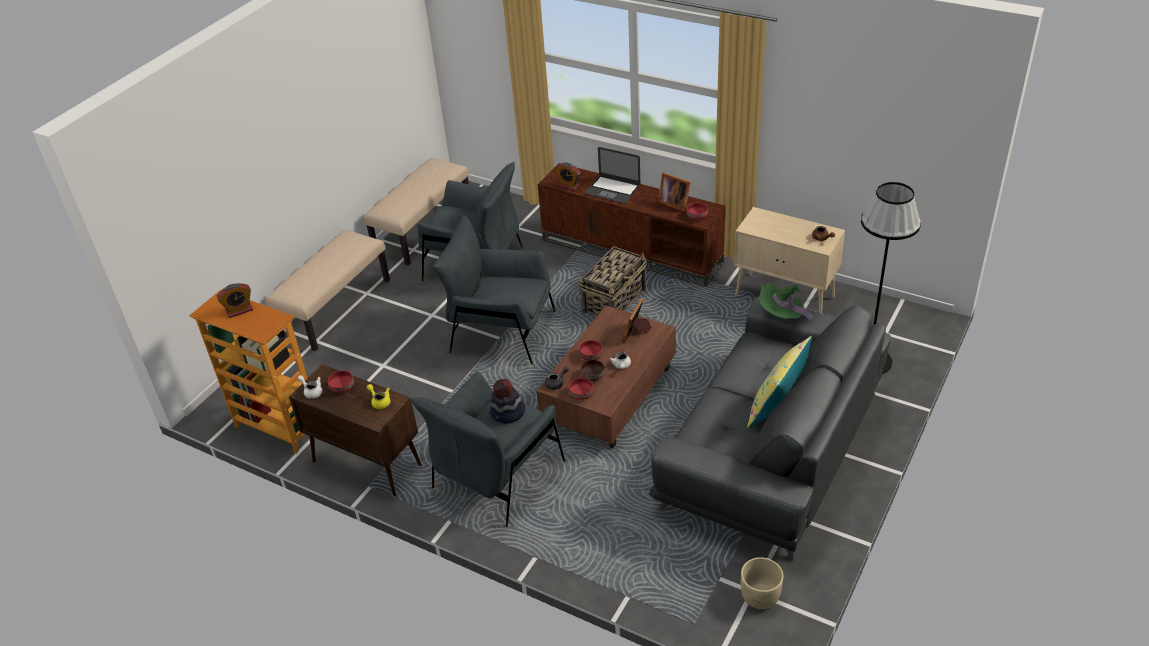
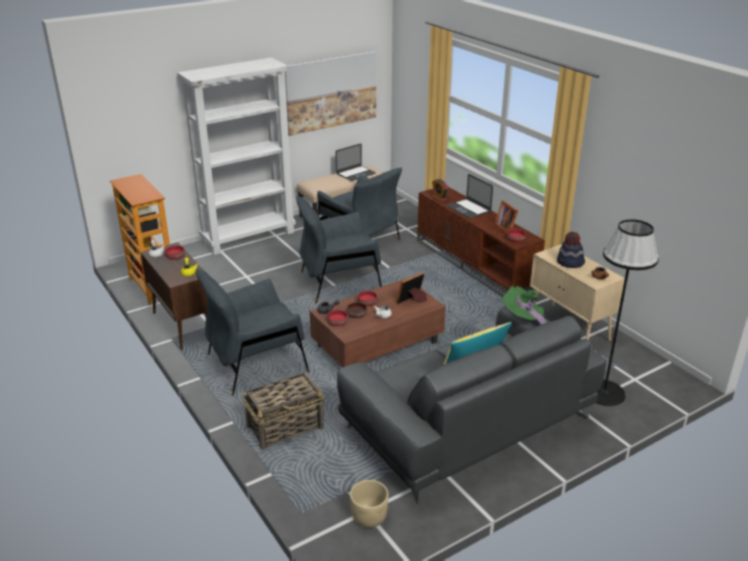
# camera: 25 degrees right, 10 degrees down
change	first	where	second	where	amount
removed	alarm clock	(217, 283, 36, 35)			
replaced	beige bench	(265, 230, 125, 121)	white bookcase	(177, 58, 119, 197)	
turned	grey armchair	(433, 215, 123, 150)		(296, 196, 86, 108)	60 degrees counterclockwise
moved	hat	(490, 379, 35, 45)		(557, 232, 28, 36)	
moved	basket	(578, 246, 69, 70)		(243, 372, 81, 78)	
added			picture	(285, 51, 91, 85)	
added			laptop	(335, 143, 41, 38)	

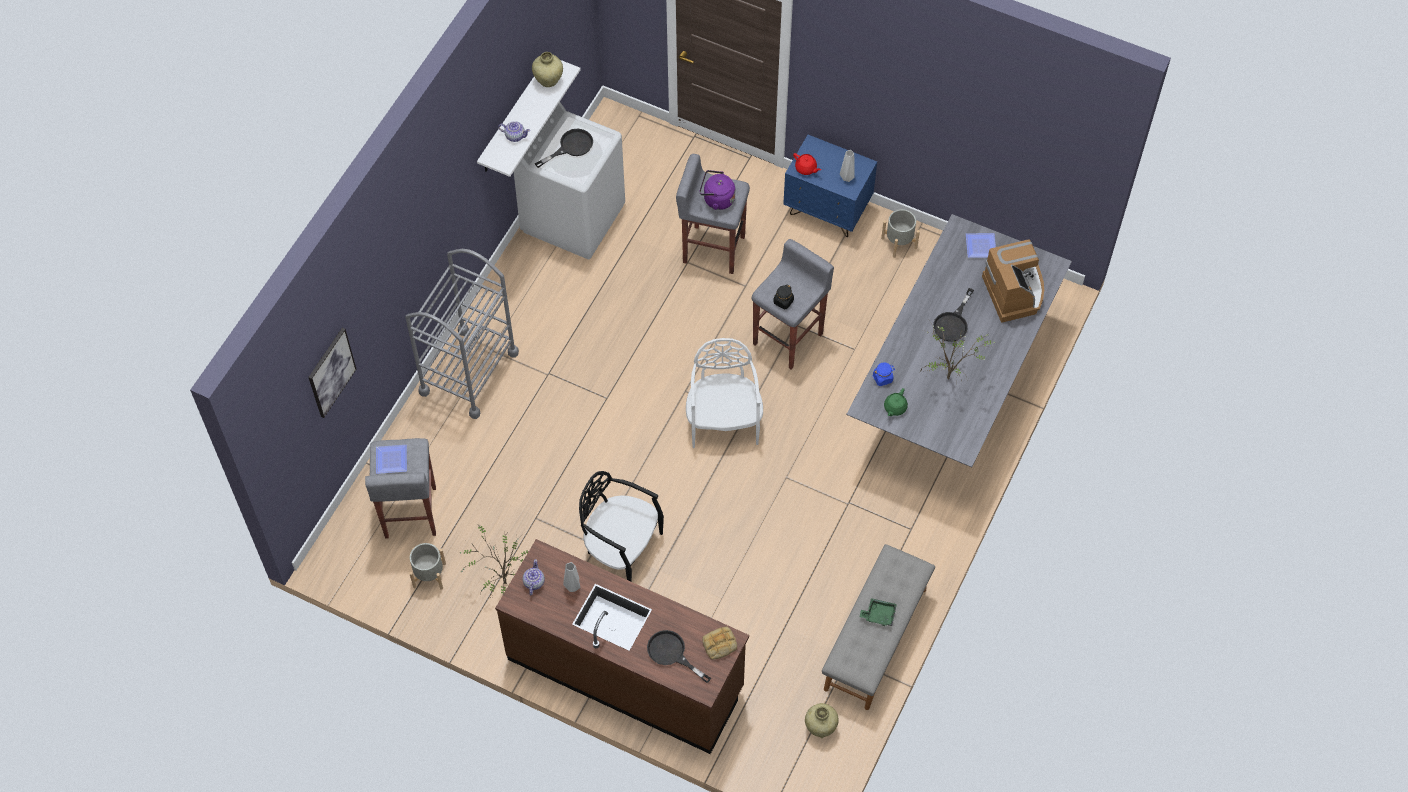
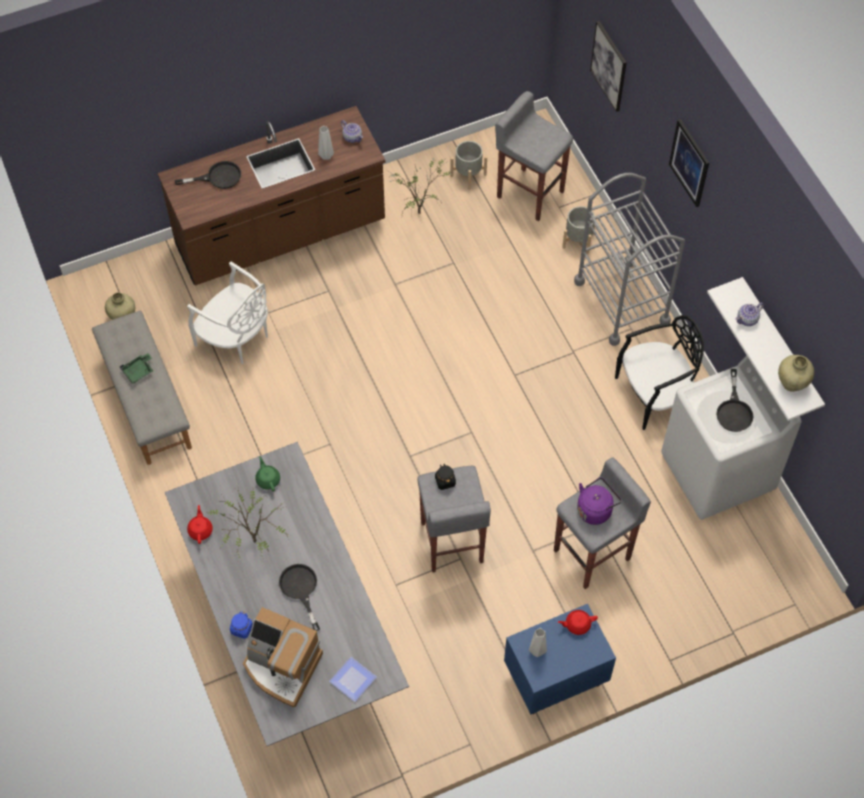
# camera: 130 degrees right, 0 degrees up
change	first	where	second	where	amount
removed	plate	(376, 445, 31, 29)			
moved	black chair	(579, 471, 85, 111)		(615, 315, 89, 115)	
moved	white chair	(686, 338, 77, 110)		(187, 262, 81, 102)	
removed	bread	(702, 627, 35, 33)			
moved	blue jar	(873, 362, 21, 24)		(230, 612, 23, 27)	
moved	grey planter	(881, 209, 39, 49)		(562, 206, 34, 48)	
added			red teapot	(187, 505, 26, 39)	
added			picture	(669, 119, 40, 88)	

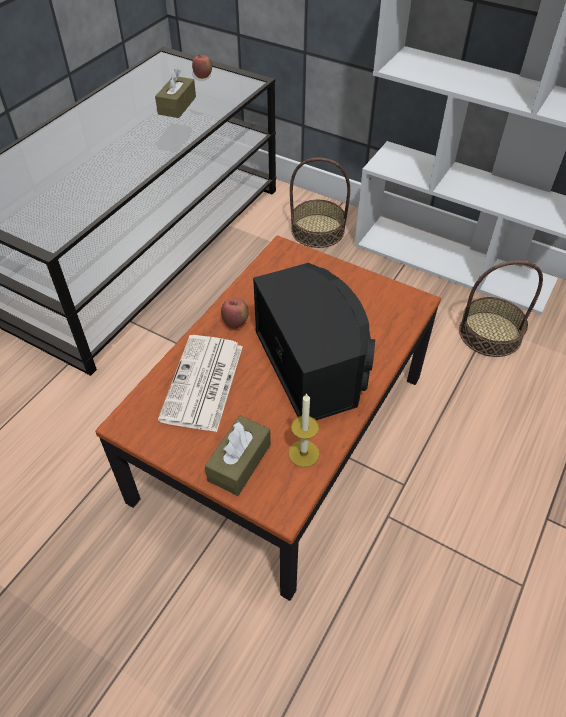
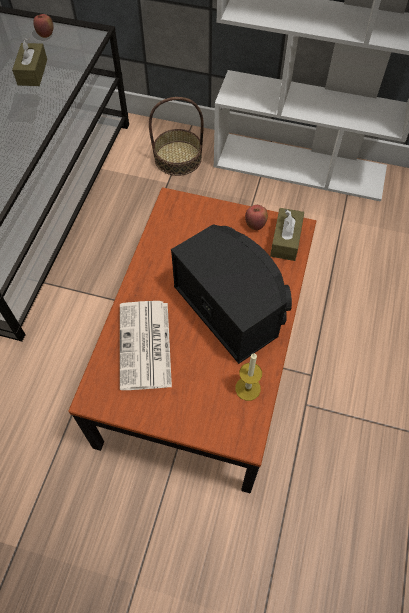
# camera: 15 degrees left, 10 degrees up
change	first	where	second	where	amount
moved	brown tissue box	(205, 416, 66, 80)		(270, 208, 34, 53)	
moved	apple	(221, 298, 27, 31)		(245, 205, 23, 25)	
removed	basket	(459, 260, 84, 97)			

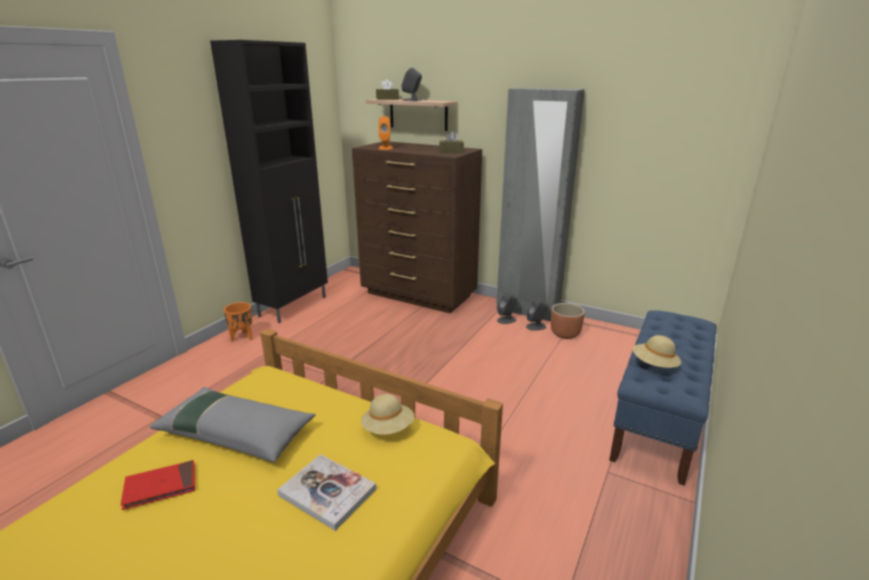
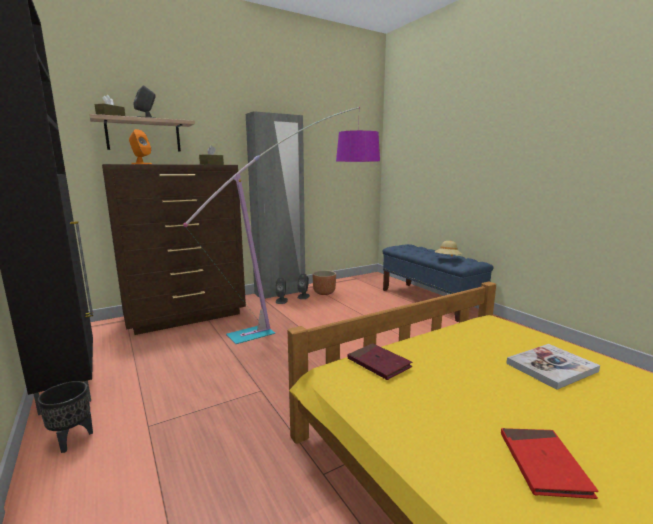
# camera: 60 degrees left, 10 degrees down
change	first	where	second	where	amount
removed	grey pillow	(150, 387, 166, 75)			
recoloured	orange planter	(224, 302, 29, 40)	black planter	(37, 381, 56, 72)	
removed	beige hat	(361, 394, 53, 41)			
added			floor lamp	(183, 107, 197, 237)	
added			red book	(348, 343, 64, 37)	

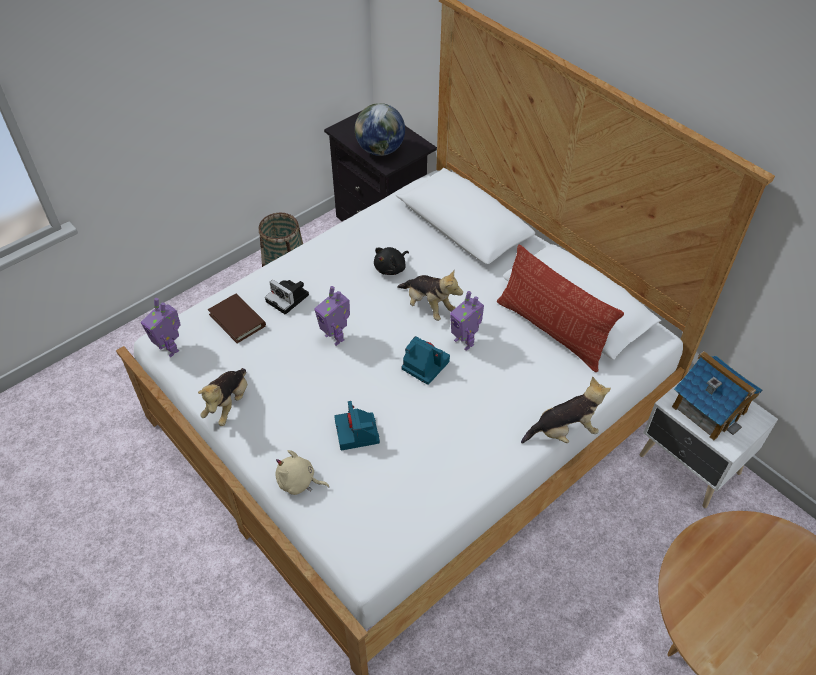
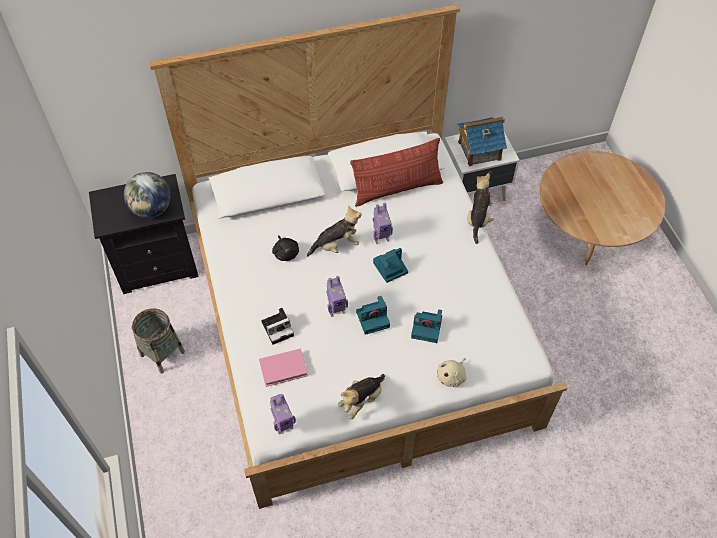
# camera: 65 degrees left, 5 degrees up
change	first	where	second	where	amount
turned	plush toy	(198, 368, 49, 58)		(338, 374, 47, 45)	90 degrees clockwise
recoloured	brown book	(208, 294, 58, 49)	pink book	(259, 349, 49, 38)	
added			photo camera	(356, 296, 34, 39)	

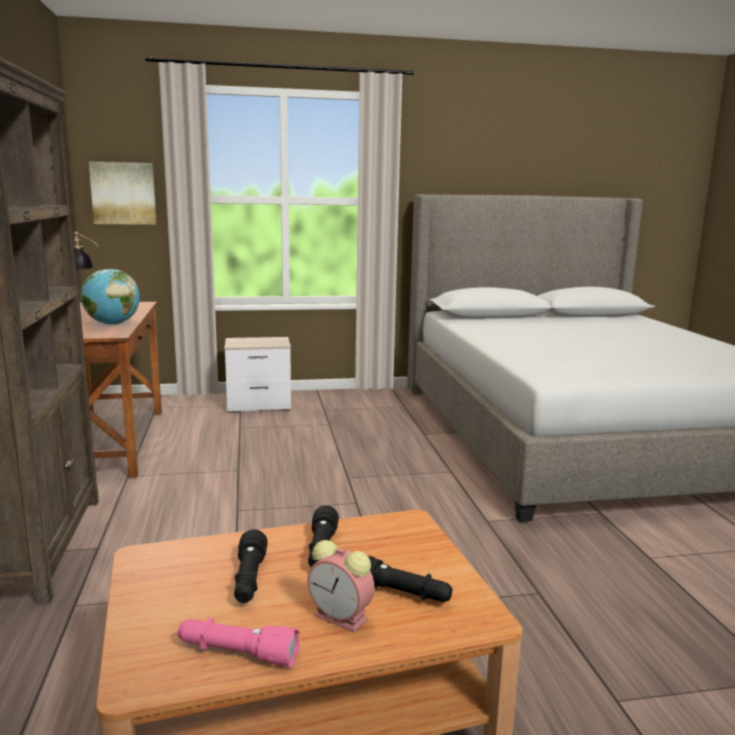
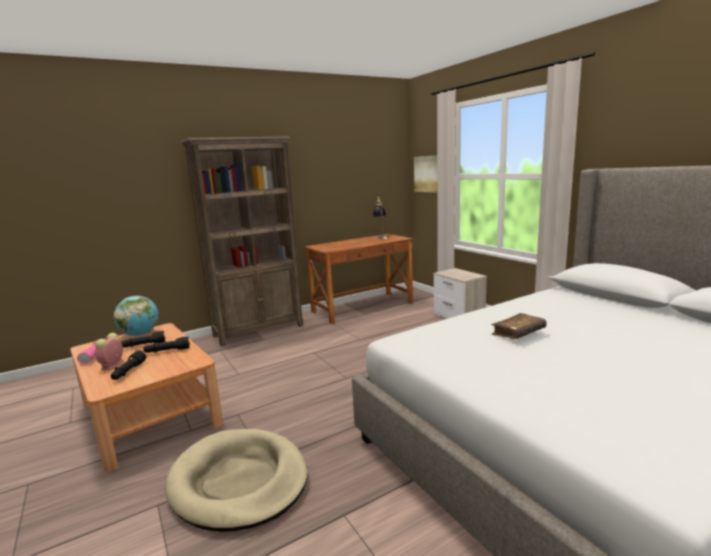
# camera: 70 degrees right, 0 degrees up
change	first	where	second	where	amount
moved	globe	(81, 269, 59, 56)		(114, 296, 45, 40)	
added			beige dog bed	(165, 429, 143, 103)	
added			brown book	(491, 313, 55, 26)	

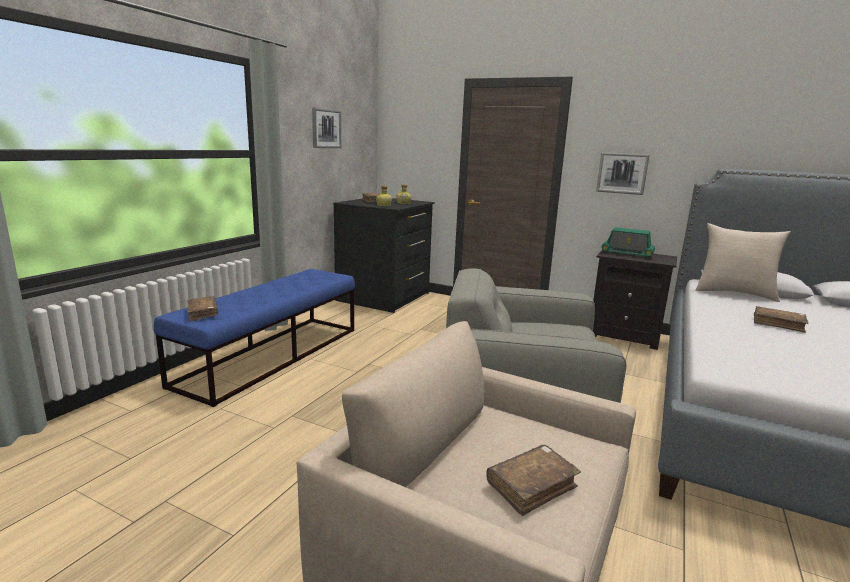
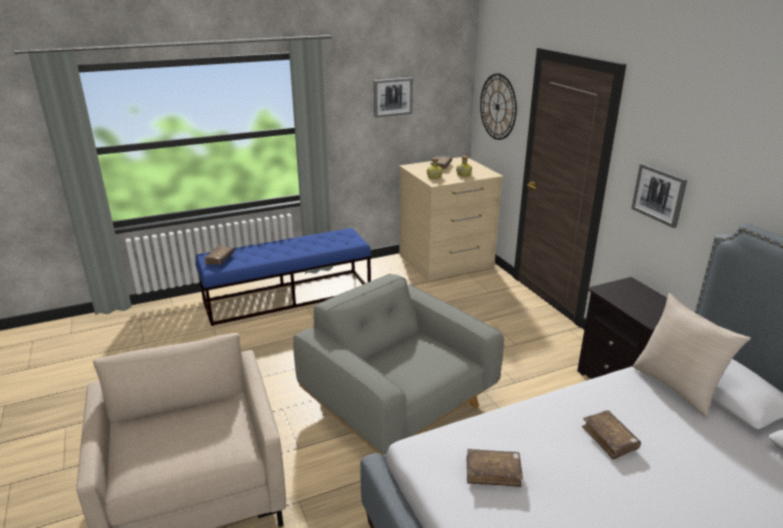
# camera: 40 degrees right, 10 degrees up
change	first	where	second	where	amount
recoloured	black dresser	(333, 198, 102, 115)	beige dresser	(399, 157, 105, 125)	
moved	brown book	(486, 445, 95, 71)		(466, 449, 57, 38)	
removed	radio	(601, 227, 54, 31)			
added			wall clock	(480, 73, 37, 67)	

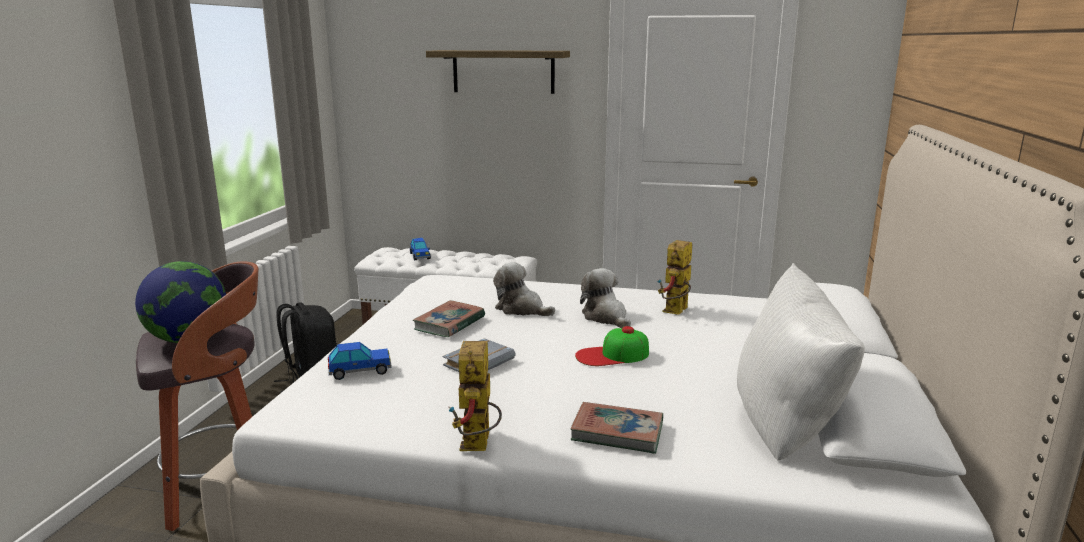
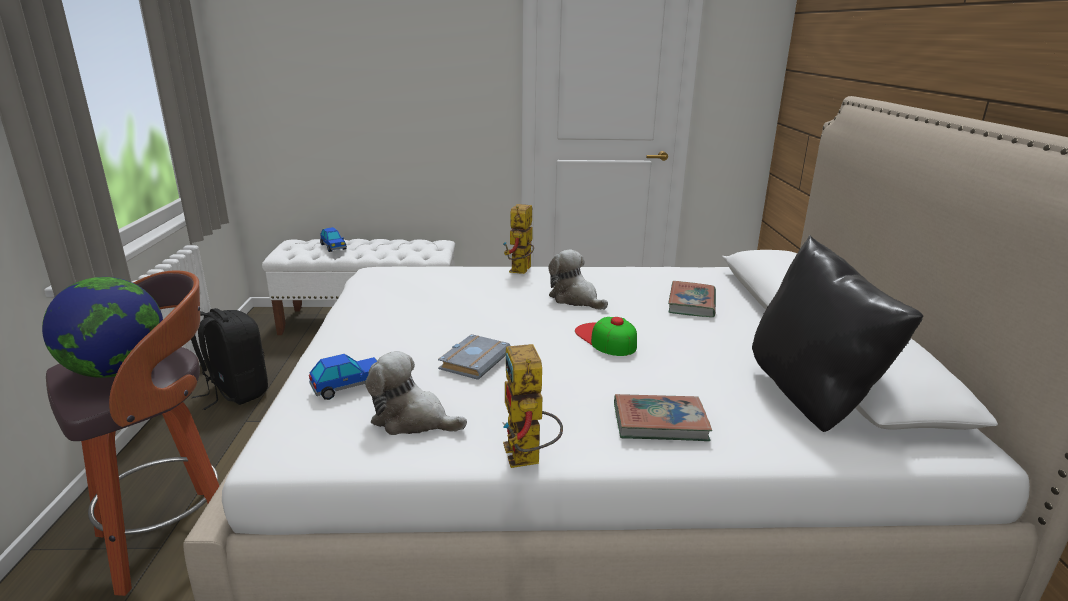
# camera: 15 degrees left, 5 degrees up
change	first	where	second	where	amount
moved	book	(413, 300, 72, 37)		(668, 281, 48, 36)	
removed	shelf	(426, 50, 144, 44)			
moved	plush toy	(493, 262, 62, 54)		(365, 351, 102, 84)	
turned	cap	(575, 326, 74, 40)		(575, 317, 62, 39)	90 degrees clockwise
moved	toy robot	(658, 240, 34, 75)		(503, 204, 31, 70)	
recoloured	white pillow	(737, 263, 128, 197)	black pillow	(752, 235, 171, 197)	

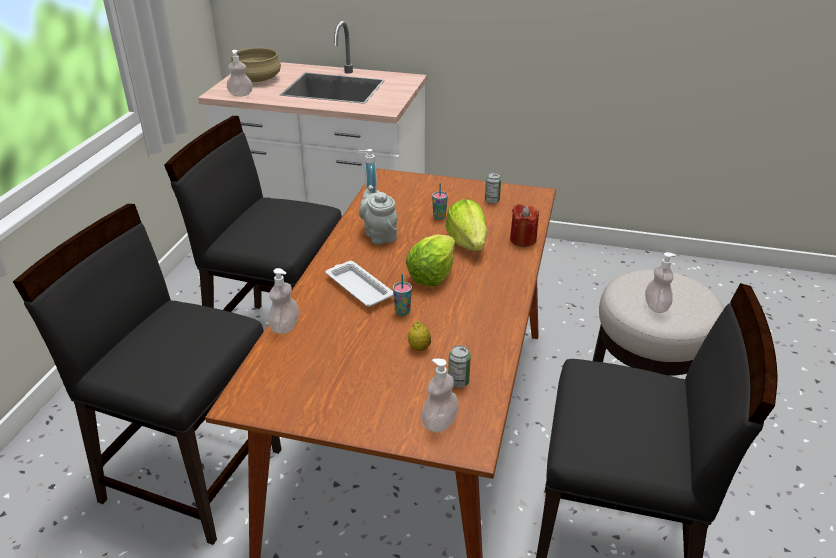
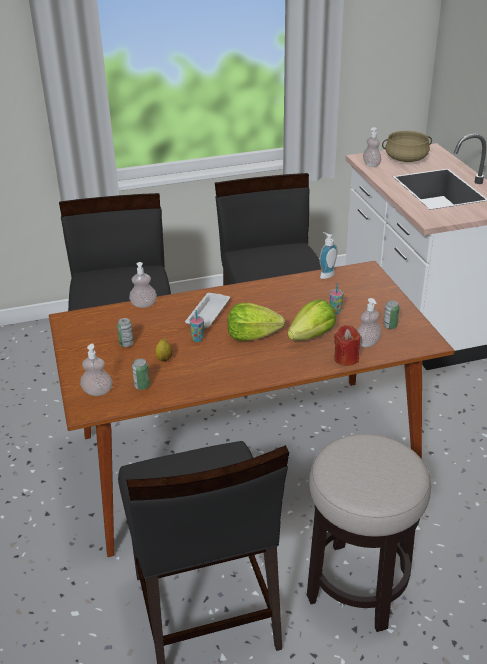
# camera: 60 degrees right, 0 degrees up
change	first	where	second	where	amount
removed	grey teapot	(359, 185, 38, 60)			
moved	soap dispenser	(645, 252, 31, 61)		(357, 298, 25, 50)	
added			can	(117, 318, 17, 29)	

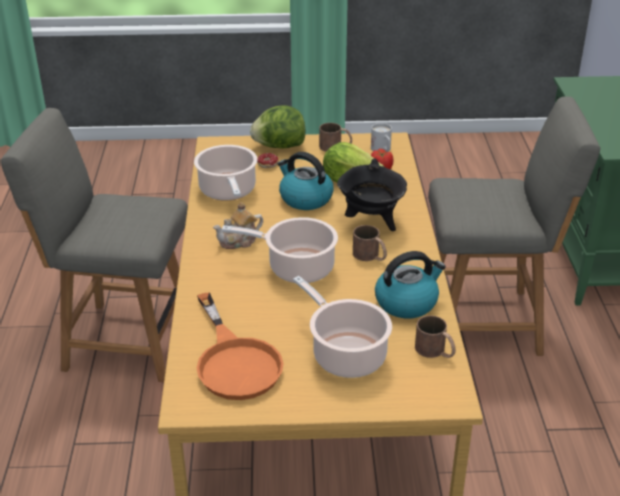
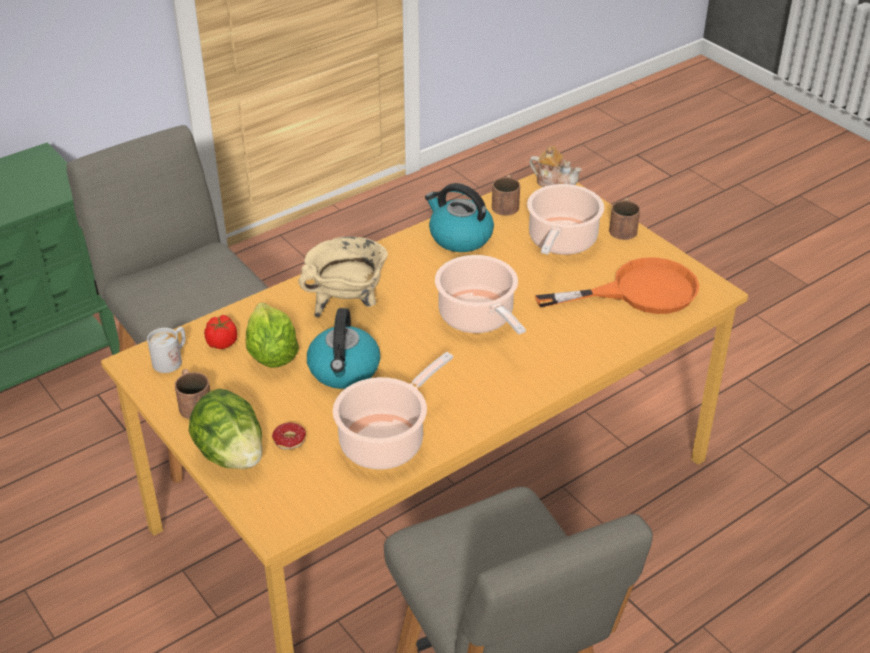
# camera: 125 degrees left, 5 degrees up
change	first	where	second	where	amount
turned	orange frying pan	(196, 292, 88, 108)		(535, 257, 164, 57)	45 degrees clockwise
moved	teapot	(213, 202, 50, 47)		(529, 146, 53, 41)	
recoloured	black cooking pot	(337, 158, 70, 73)	beige cooking pot	(299, 237, 89, 80)	
moved	brown mug	(353, 225, 34, 36)		(609, 198, 31, 42)	

